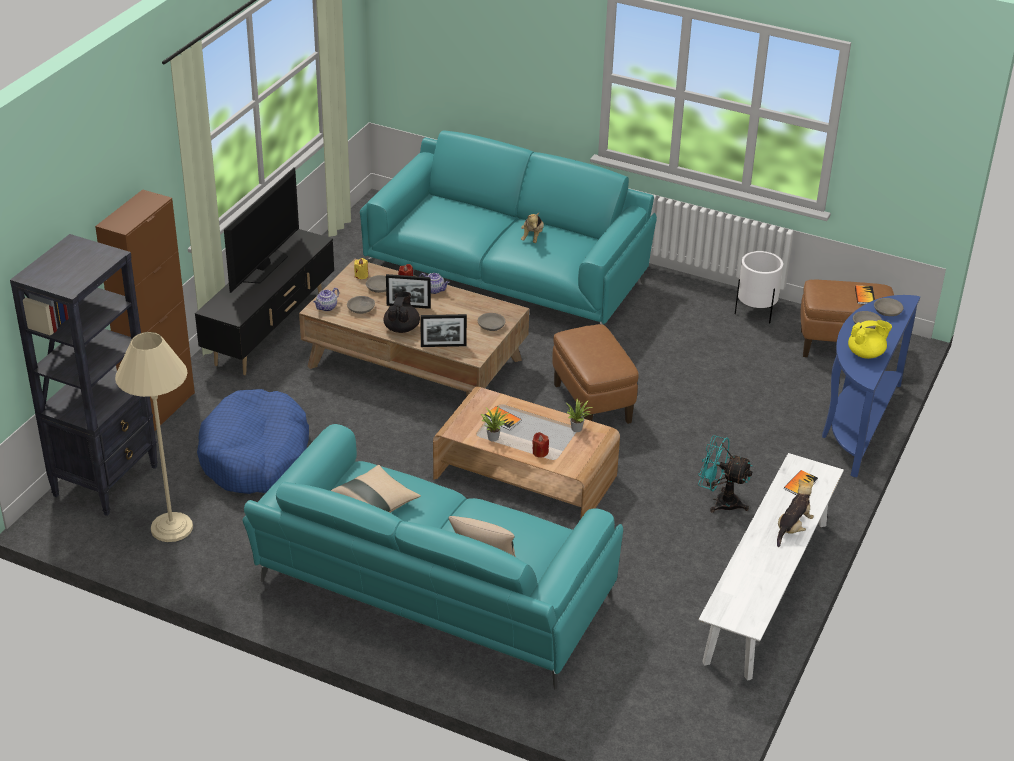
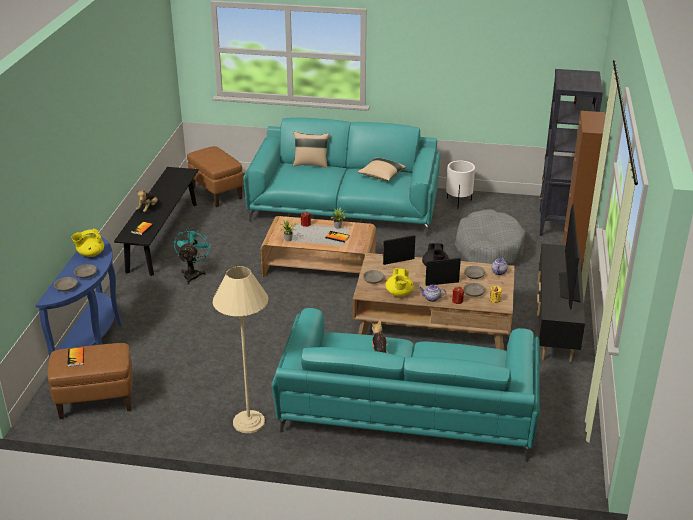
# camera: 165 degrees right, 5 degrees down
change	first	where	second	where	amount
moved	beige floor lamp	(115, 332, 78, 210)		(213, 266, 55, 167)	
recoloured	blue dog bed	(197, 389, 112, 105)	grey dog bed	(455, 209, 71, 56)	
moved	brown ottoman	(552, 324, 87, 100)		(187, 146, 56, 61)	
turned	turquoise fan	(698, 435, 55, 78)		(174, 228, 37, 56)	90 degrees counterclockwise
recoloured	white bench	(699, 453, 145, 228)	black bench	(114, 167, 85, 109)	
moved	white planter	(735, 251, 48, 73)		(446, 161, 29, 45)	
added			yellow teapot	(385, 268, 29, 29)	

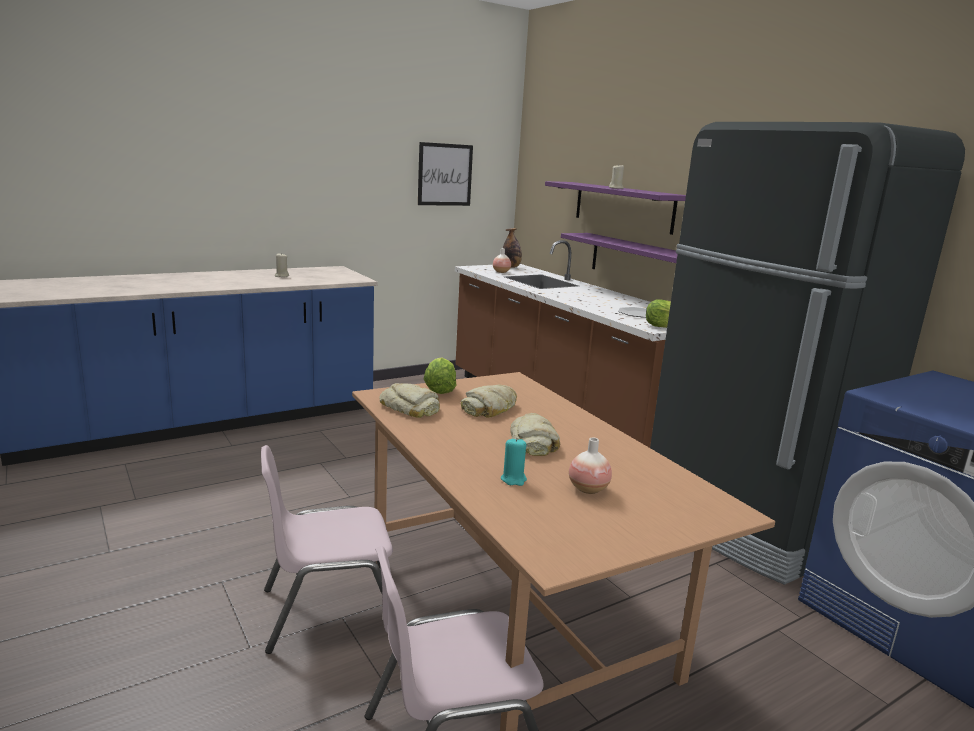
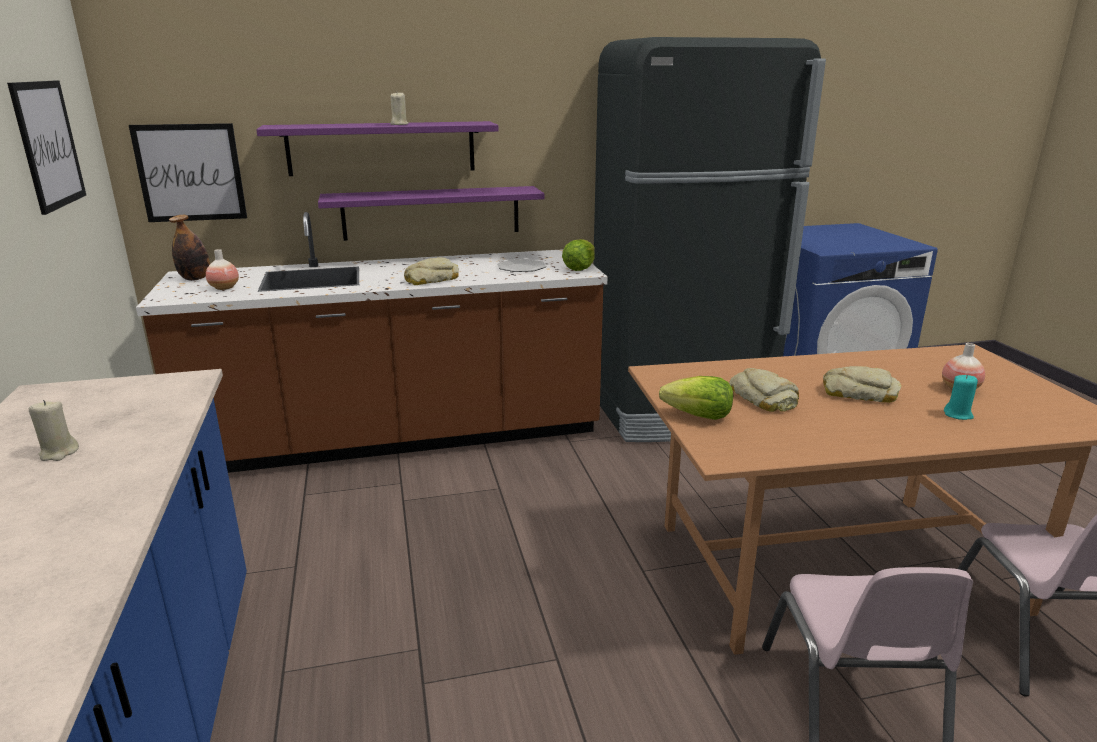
# camera: 70 degrees left, 5 degrees up
change	first	where	second	where	amount
moved	bread	(379, 383, 61, 35)		(404, 258, 55, 27)	
added			picture	(129, 123, 118, 99)	

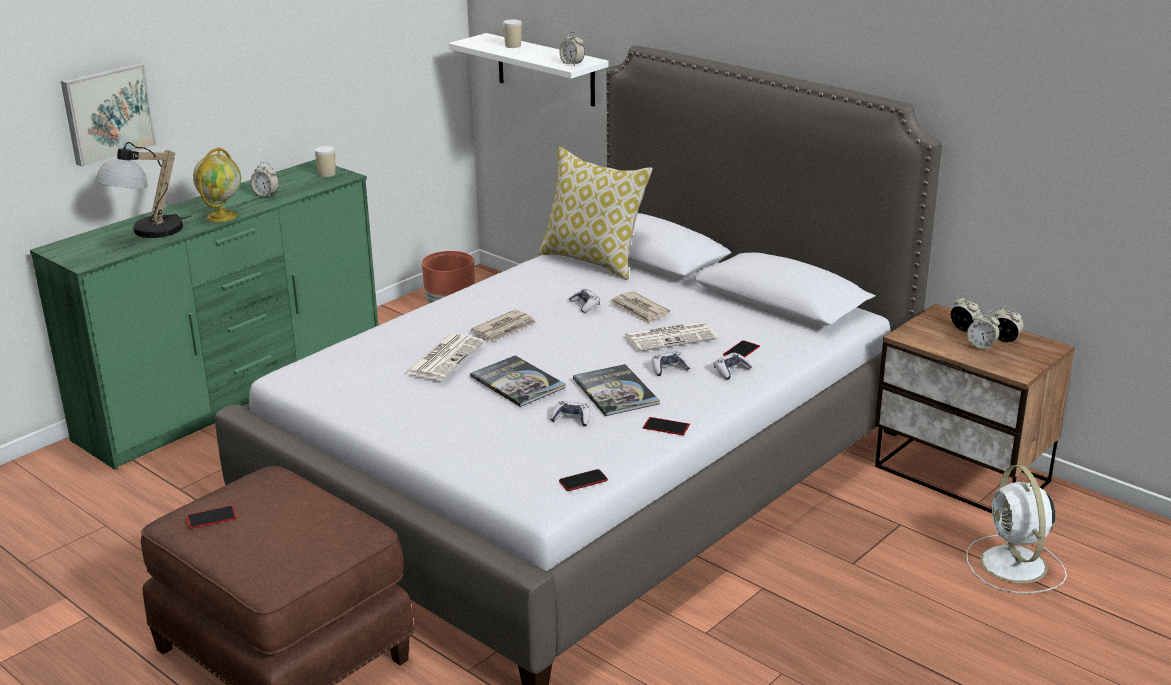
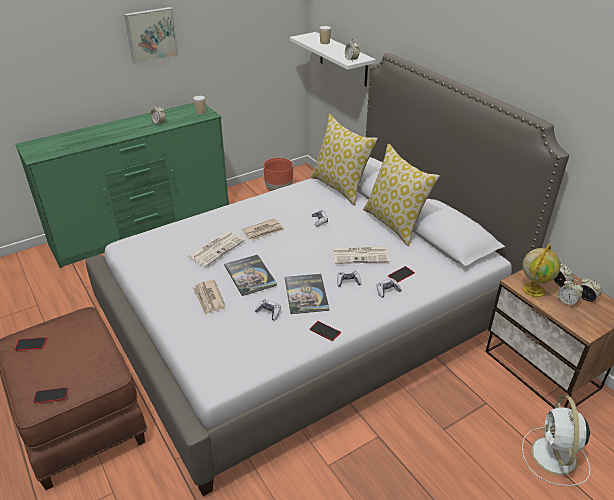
# camera: 15 degrees right, 10 degrees up
change	first	where	second	where	amount
moved	picture	(61, 63, 96, 103)		(124, 7, 55, 57)	
removed	table lamp	(95, 142, 96, 96)			
moved	globe	(193, 147, 48, 75)		(522, 244, 39, 53)	
moved	phone	(559, 469, 49, 22)		(34, 387, 34, 17)	
moved	newspaper	(610, 291, 60, 33)		(193, 280, 33, 35)	
added			pillow	(363, 144, 77, 102)	

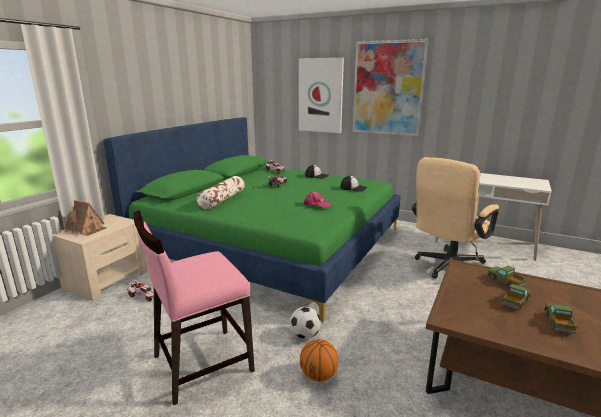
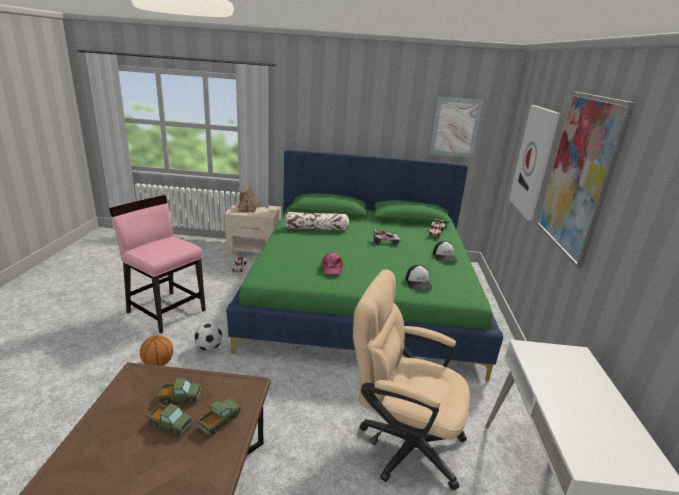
# camera: 65 degrees right, 5 degrees up
change	first	where	second	where	amount
moved	toy truck	(544, 303, 33, 31)		(157, 379, 44, 25)	
added			picture	(429, 97, 54, 60)	

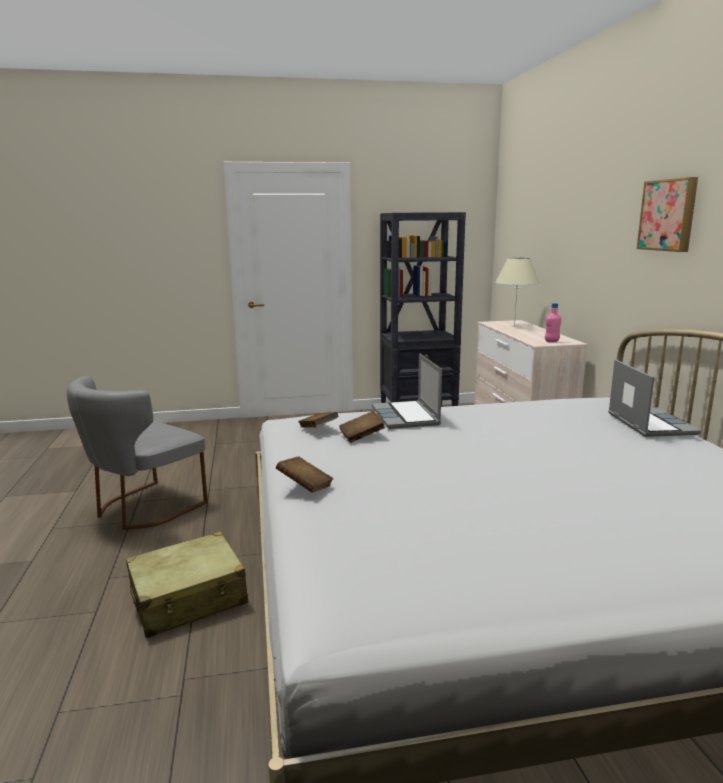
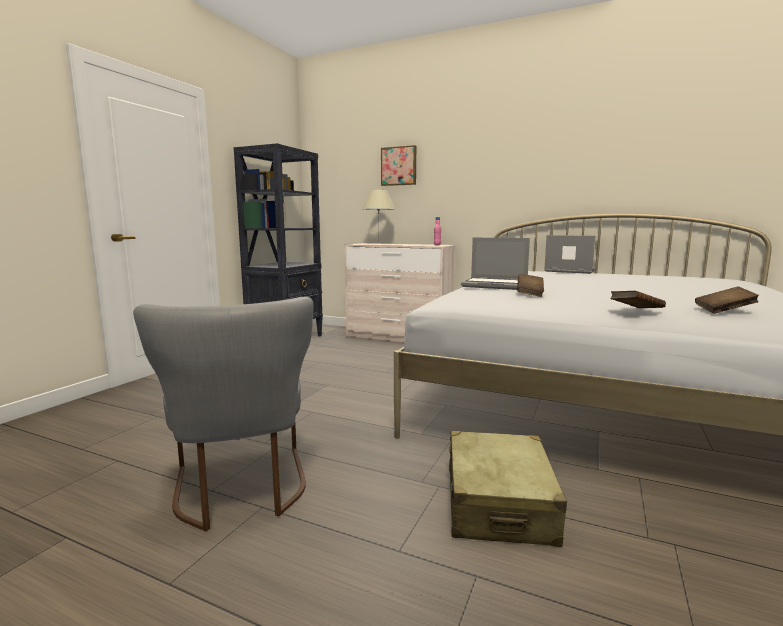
# camera: 55 degrees left, 5 degrees down
change	first	where	second	where	amount
moved	brown book	(298, 412, 40, 16)		(695, 286, 64, 28)	
moved	picture	(637, 177, 61, 75)		(381, 145, 35, 41)	

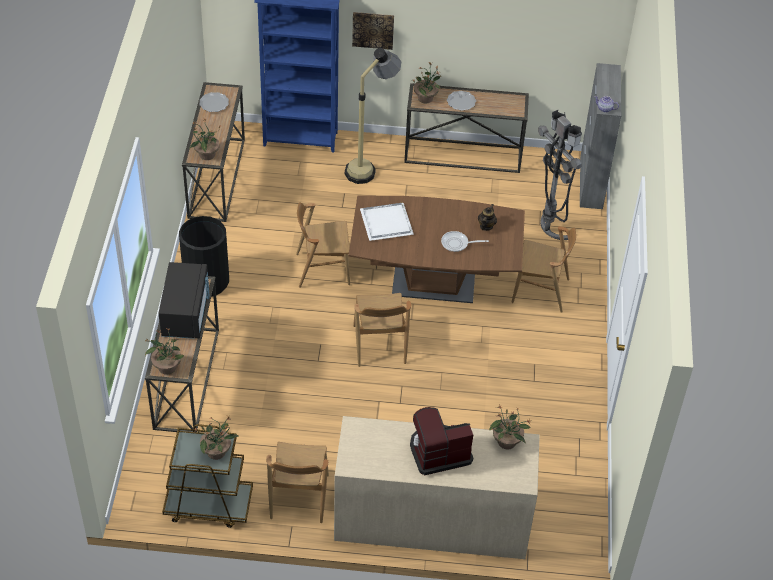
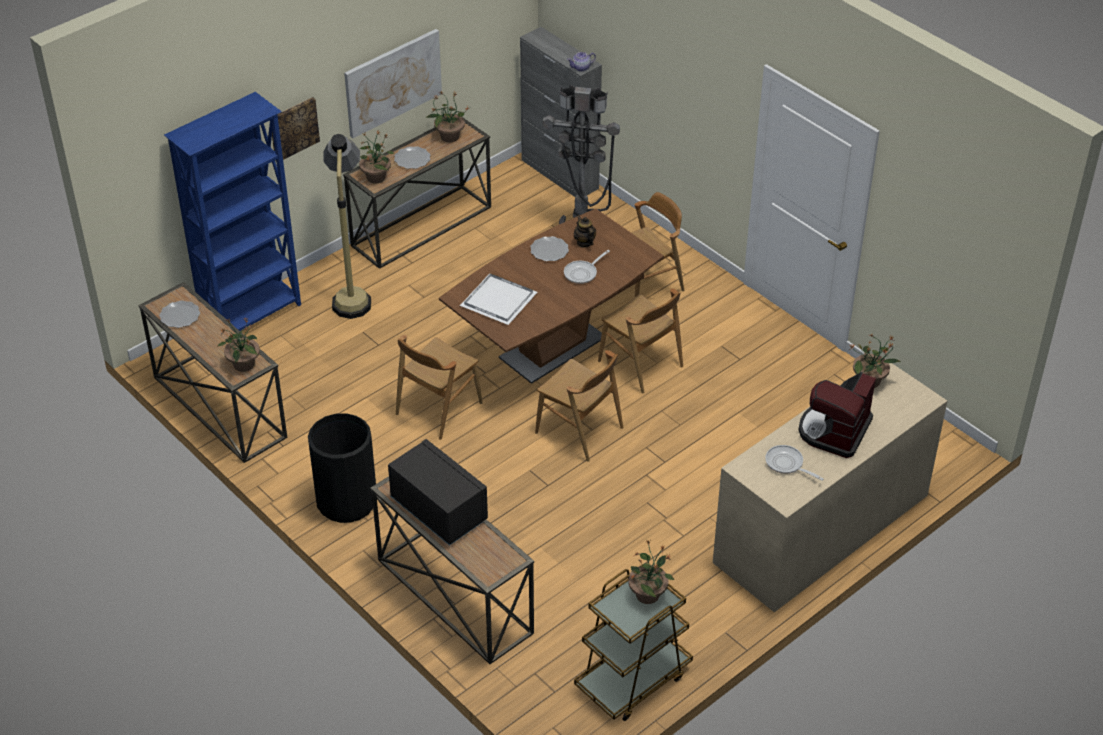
# camera: 45 degrees left, 5 degrees down
change	first	where	second	where	amount
moved	potted plant	(145, 329, 39, 46)		(425, 90, 44, 52)	
moved	brown chair	(266, 442, 63, 81)		(598, 289, 85, 104)	
added			picture	(344, 29, 98, 109)	
added			plate	(530, 236, 39, 25)	
added			frying pan	(765, 445, 59, 36)	

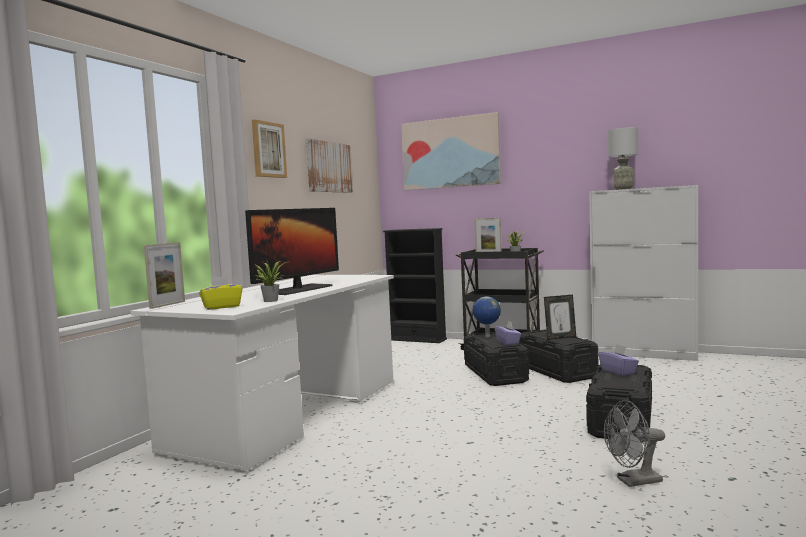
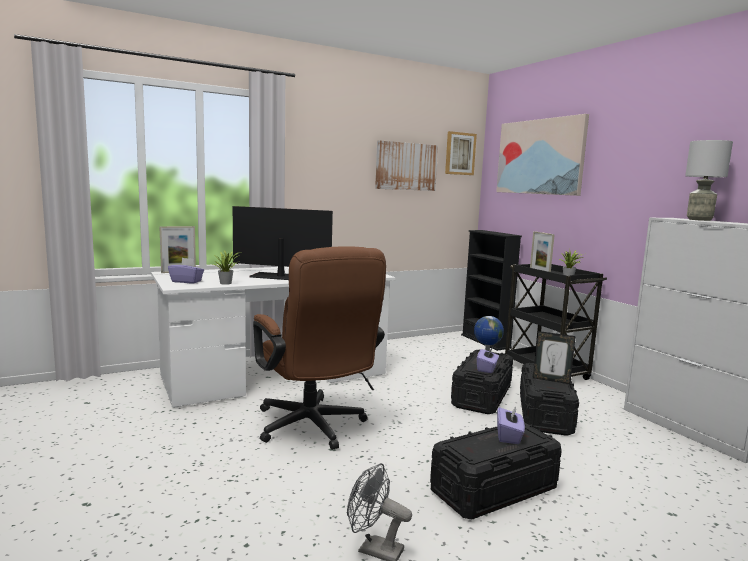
# camera: 35 degrees right, 5 degrees up
change	first	where	second	where	amount
recoloured	yellow tissue box	(199, 276, 44, 34)	purple tissue box	(168, 258, 36, 25)	
turned	monitor	(245, 208, 94, 87)		(233, 206, 100, 74)	150 degrees counterclockwise
moved	picture	(252, 120, 35, 58)		(445, 131, 32, 44)	
added			brown office chair	(253, 246, 133, 204)	

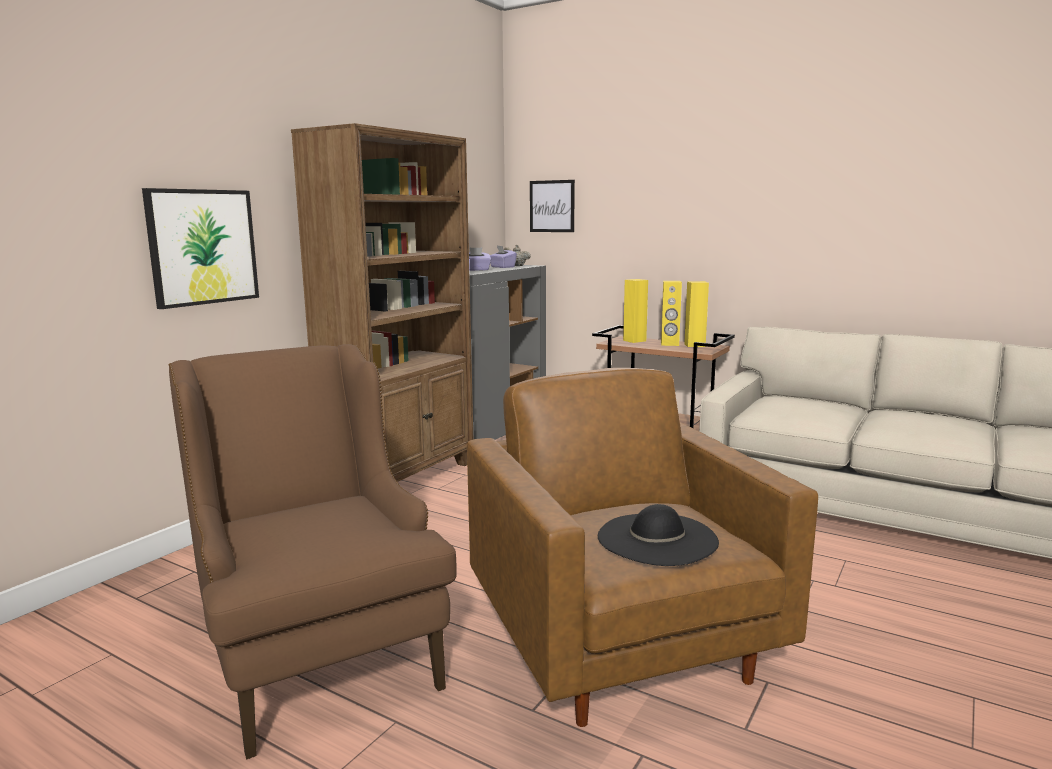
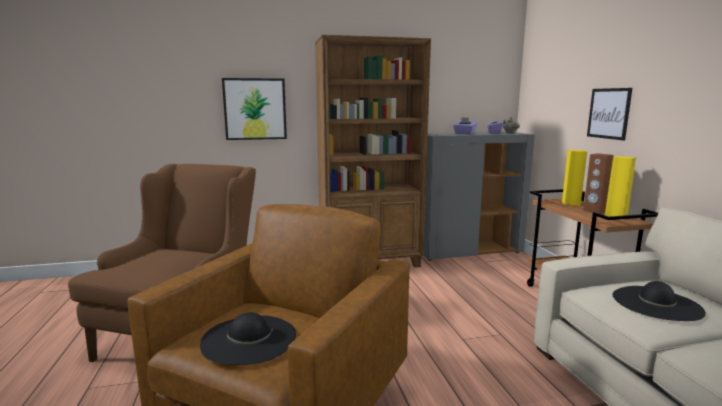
# camera: 45 degrees right, 0 degrees up
change	first	where	second	where	amount
moved	picture	(530, 180, 45, 52)		(587, 88, 45, 53)	
recoloured	yellow speaker	(661, 281, 21, 65)	brown speaker	(583, 153, 31, 61)	
added			black hat	(612, 281, 94, 40)	

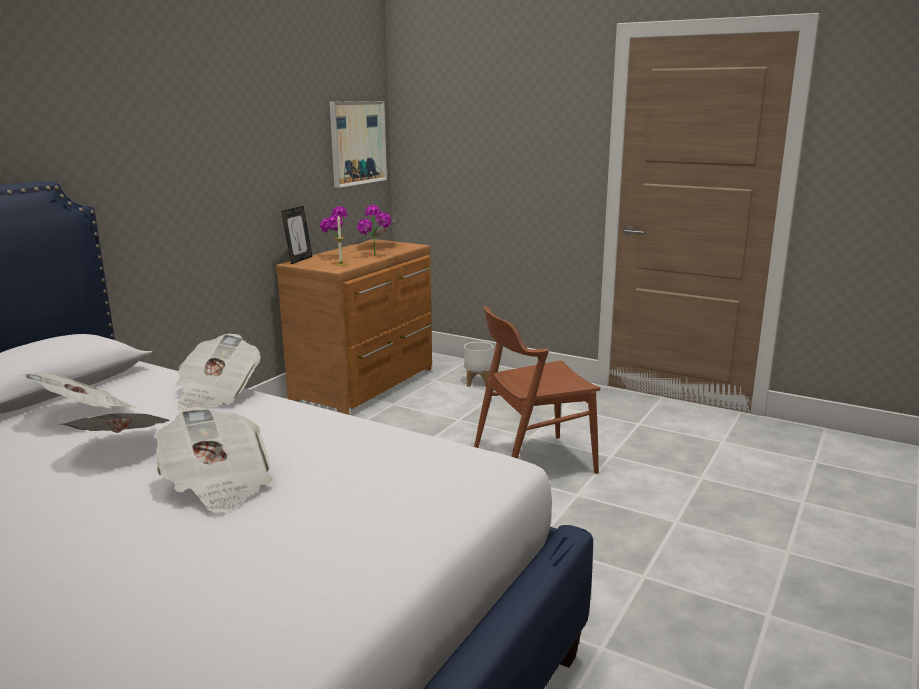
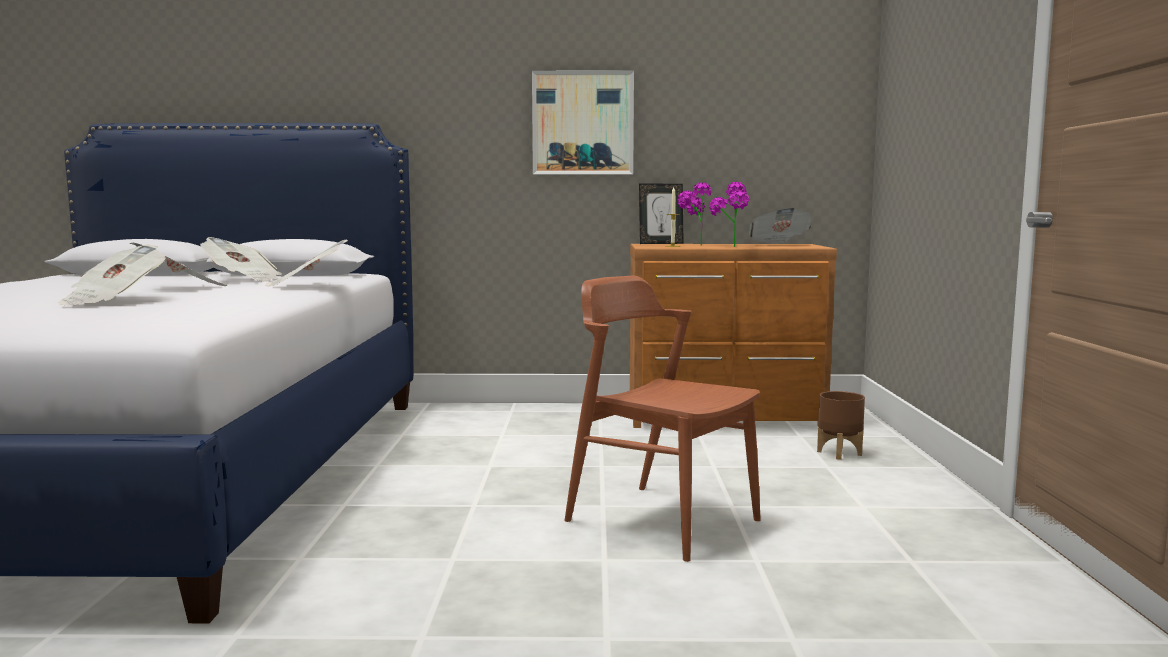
# camera: 60 degrees right, 10 degrees down
change	first	where	second	where	amount
moved	picture	(330, 101, 57, 87)		(532, 70, 102, 105)	
recoloured	white planter	(464, 342, 29, 45)	brown planter	(817, 391, 48, 69)	

